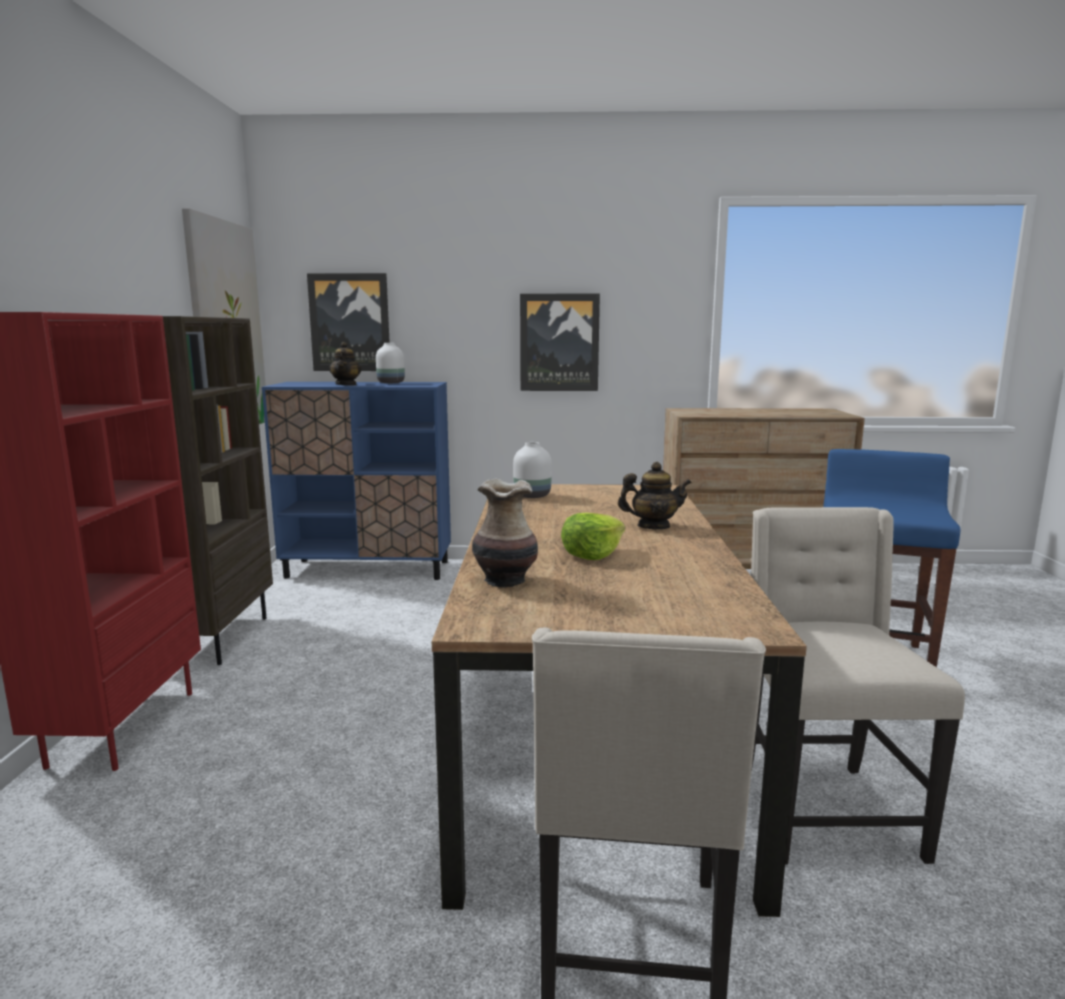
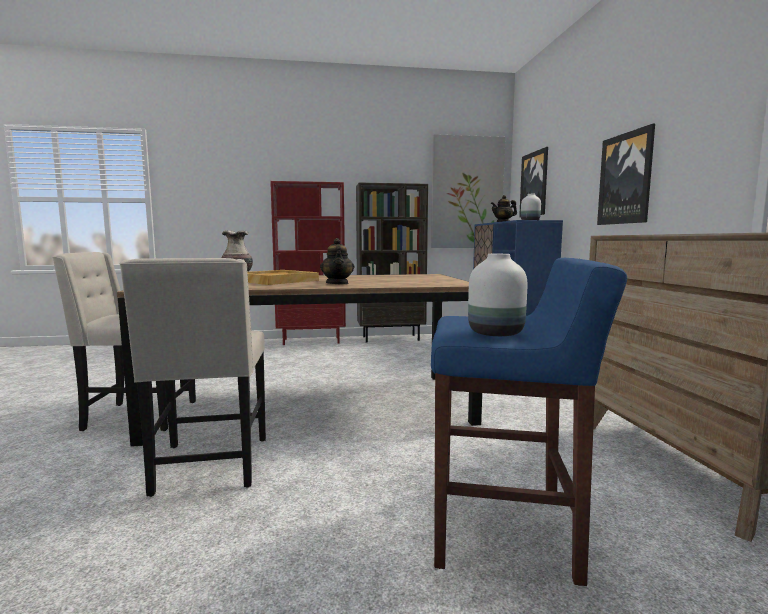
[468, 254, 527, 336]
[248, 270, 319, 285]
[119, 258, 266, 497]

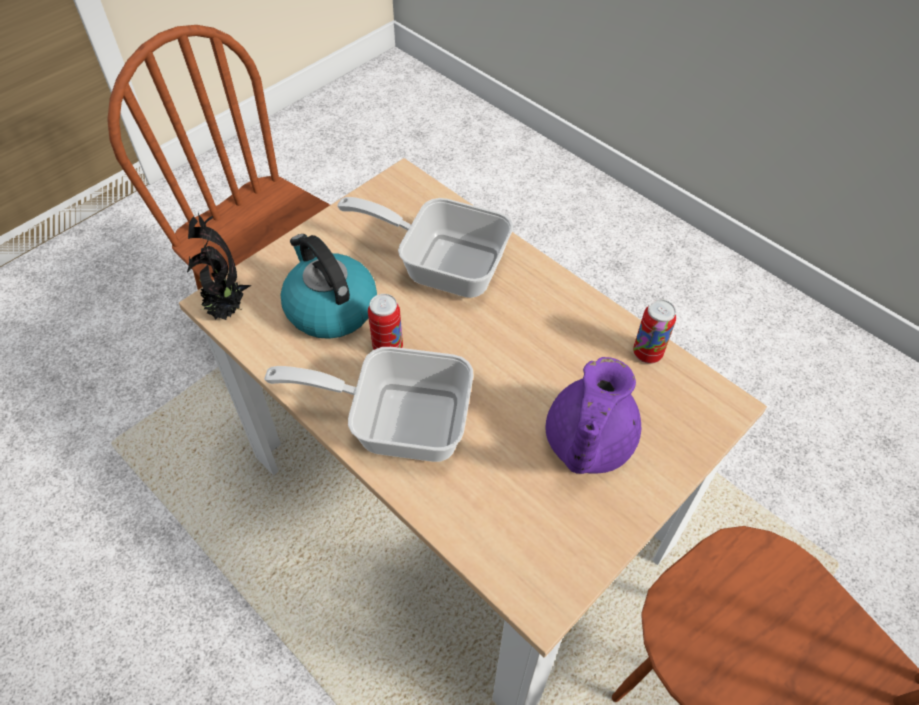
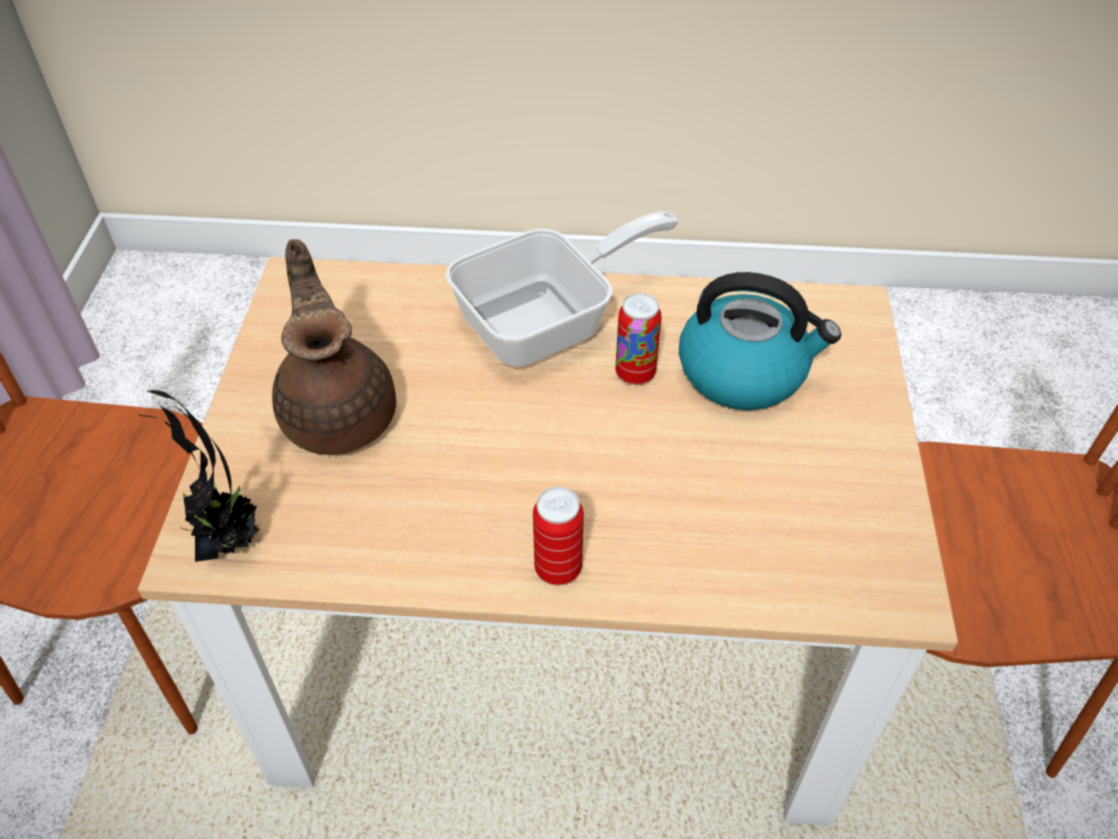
[139, 390, 259, 562]
[337, 197, 513, 298] (first image)
[272, 239, 396, 455]
[533, 487, 584, 585]

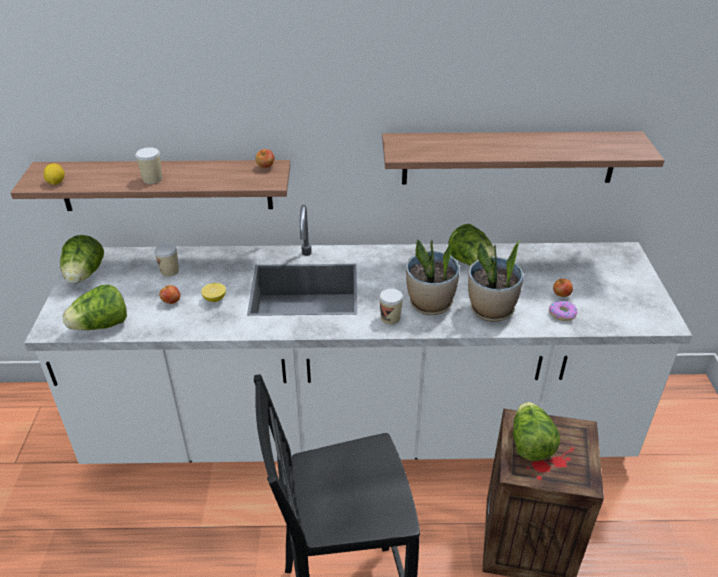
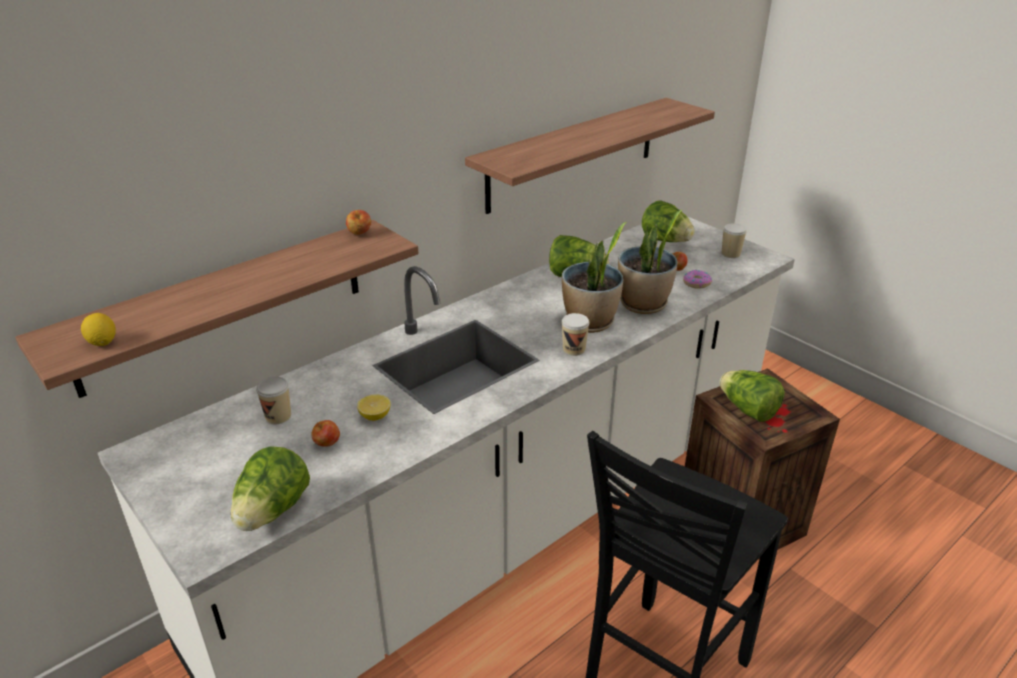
[642, 201, 695, 242]
[722, 223, 747, 258]

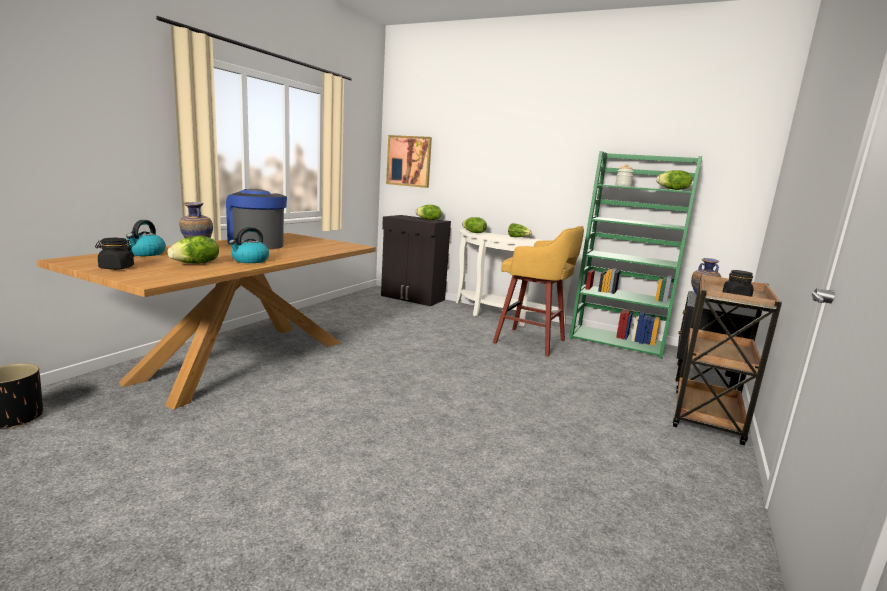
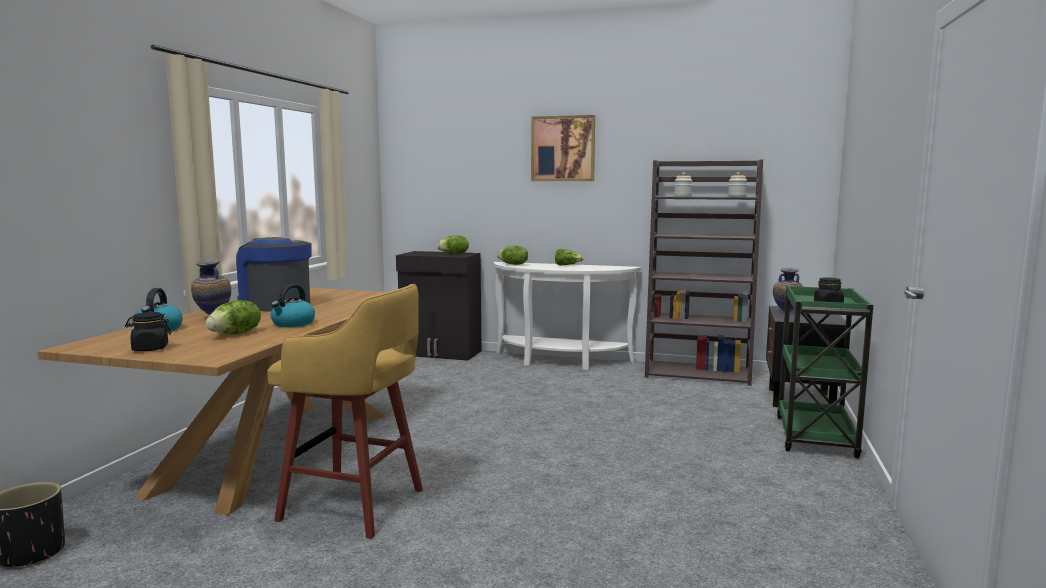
[531, 115, 595, 181]
[267, 284, 423, 539]
[645, 159, 763, 386]
[728, 172, 747, 197]
[777, 286, 874, 458]

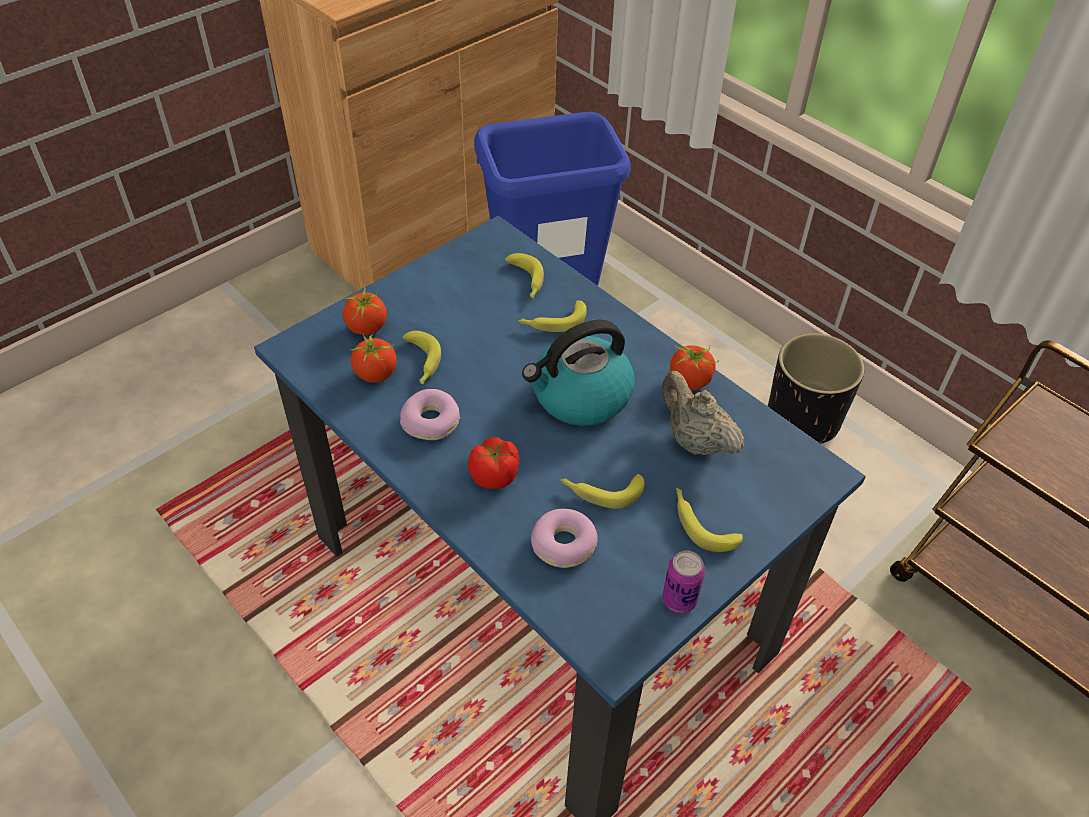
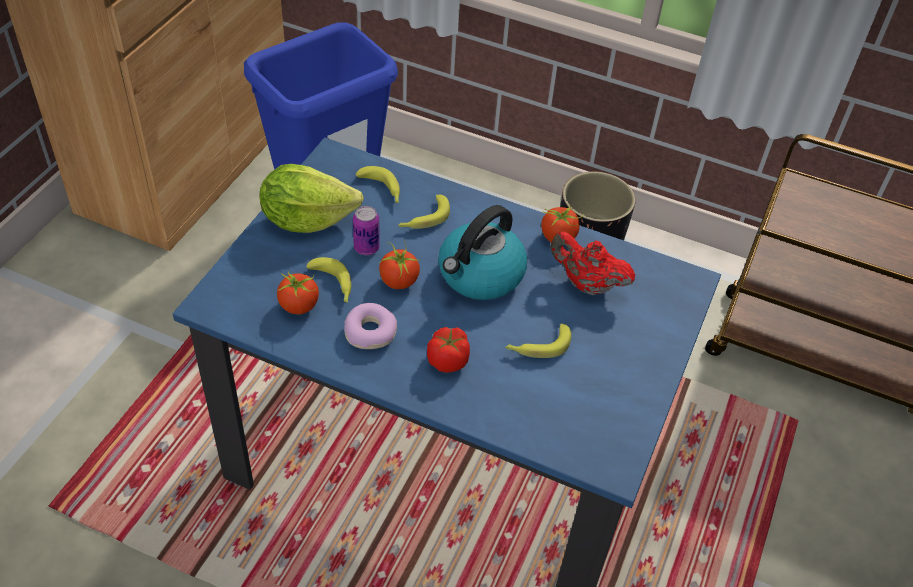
[379, 243, 420, 289]
[531, 509, 598, 568] (first image)
[551, 232, 636, 296]
[353, 206, 380, 255]
[676, 488, 743, 552] (first image)
[259, 164, 364, 233]

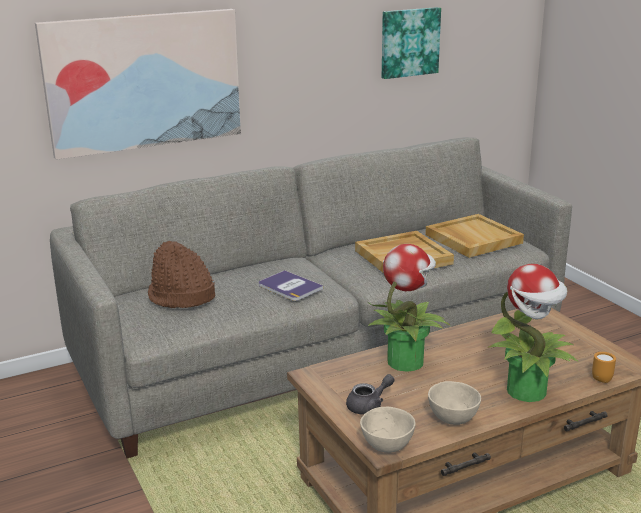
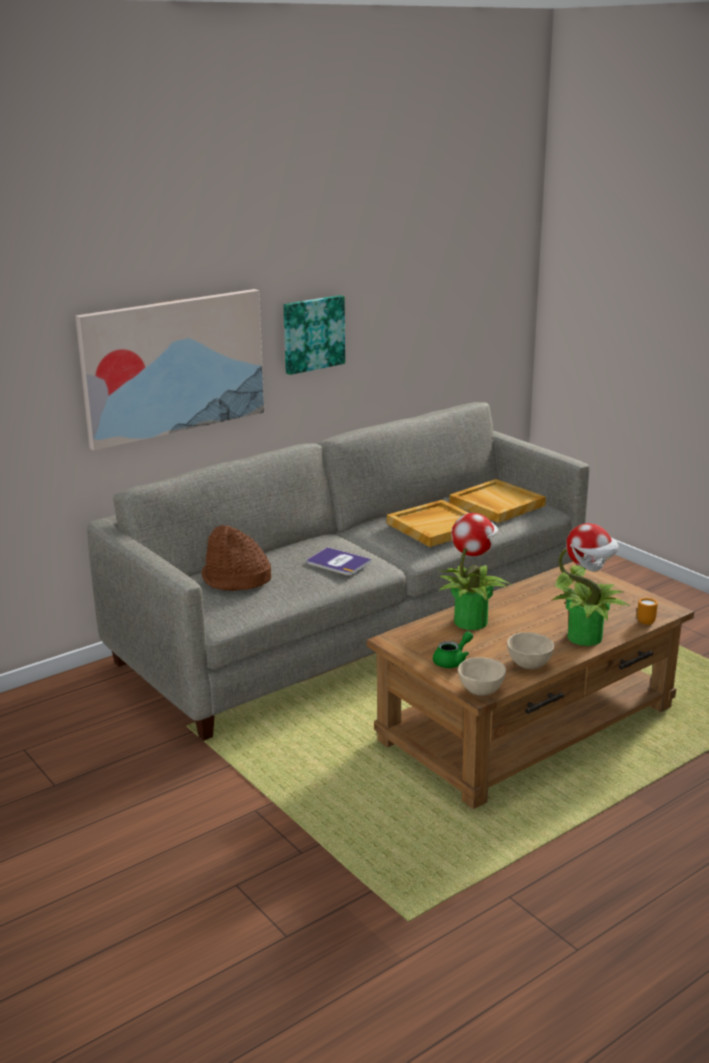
[433, 631, 473, 668]
[283, 295, 345, 375]

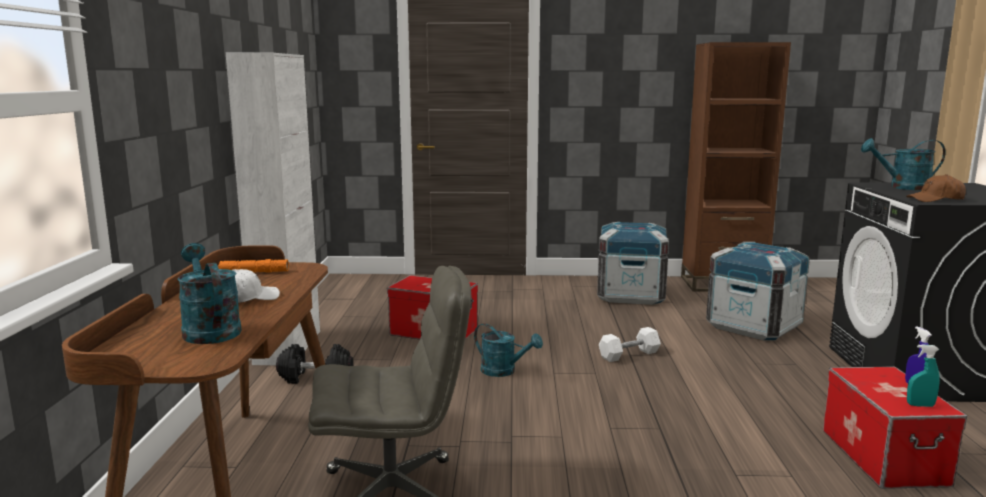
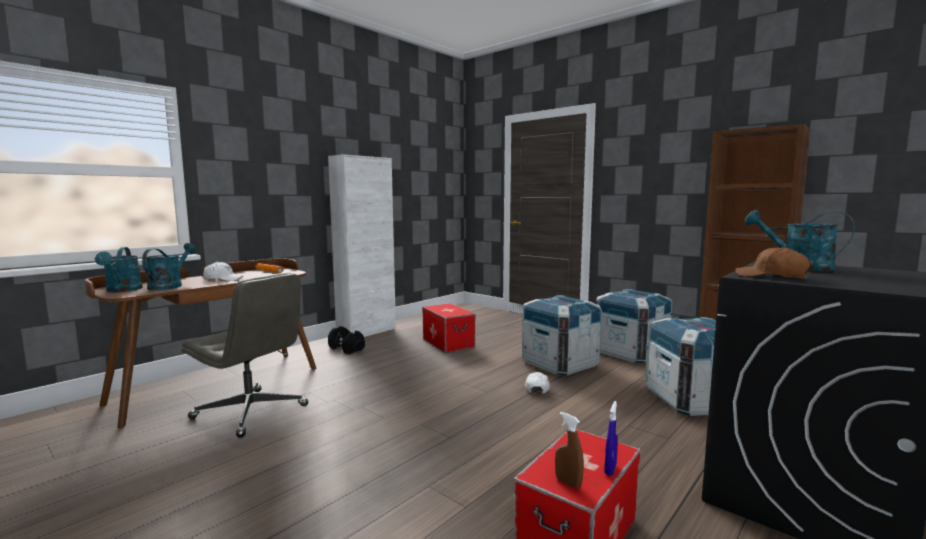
[95, 247, 143, 292]
[525, 372, 550, 394]
[555, 412, 584, 489]
[522, 295, 602, 376]

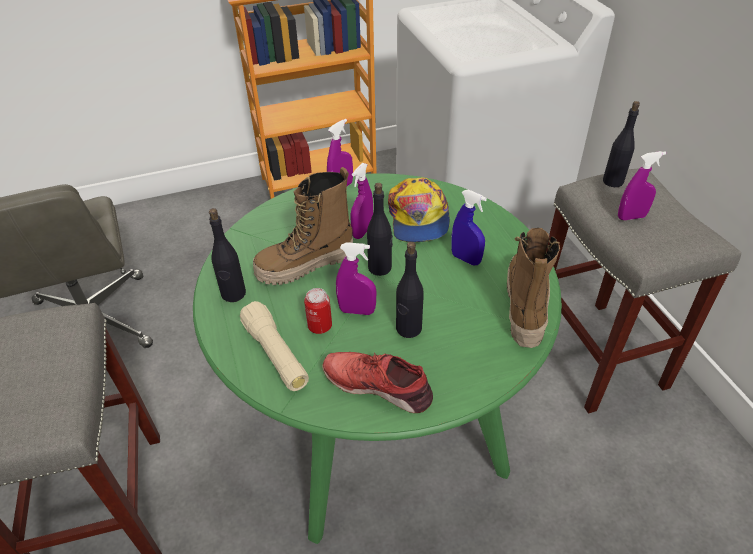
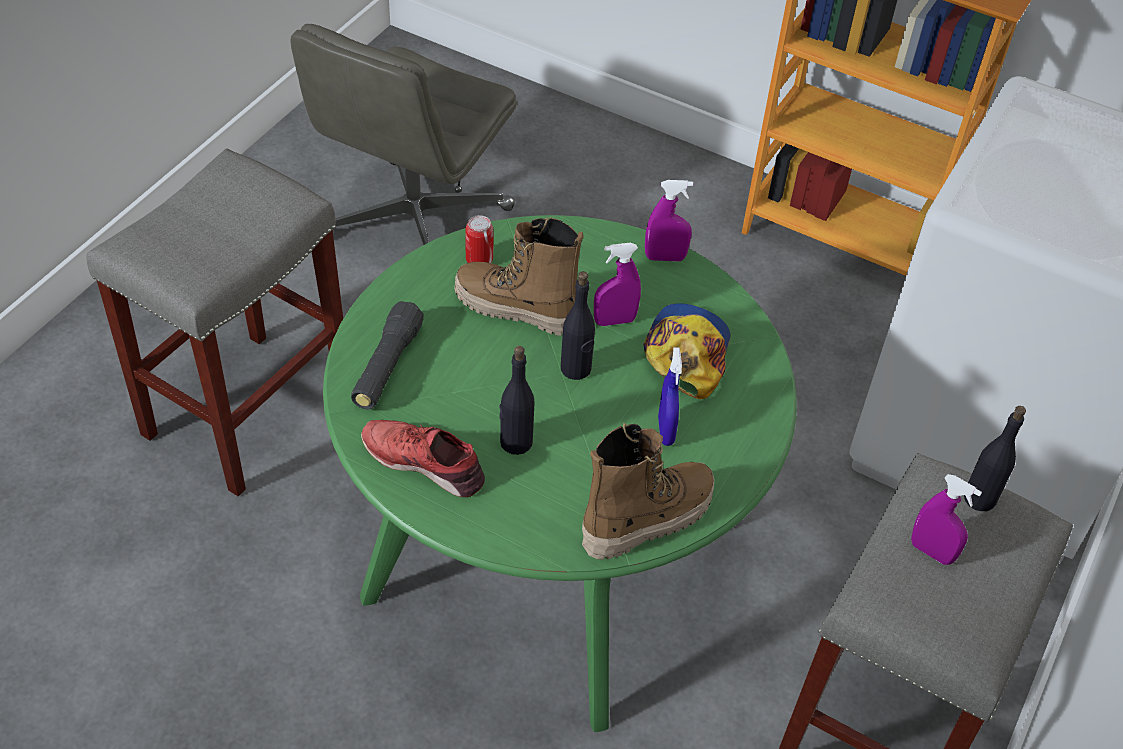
[209, 208, 246, 302] (first image)
[351, 301, 424, 409]
[465, 215, 493, 263]
[361, 420, 485, 497]
[336, 242, 376, 315] (first image)
[643, 303, 730, 399]

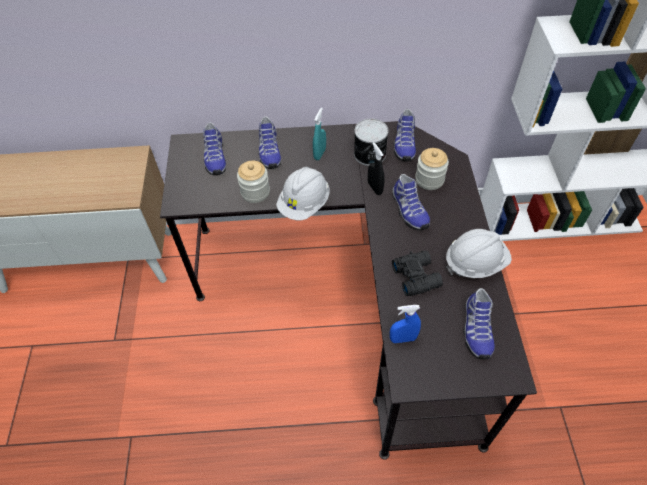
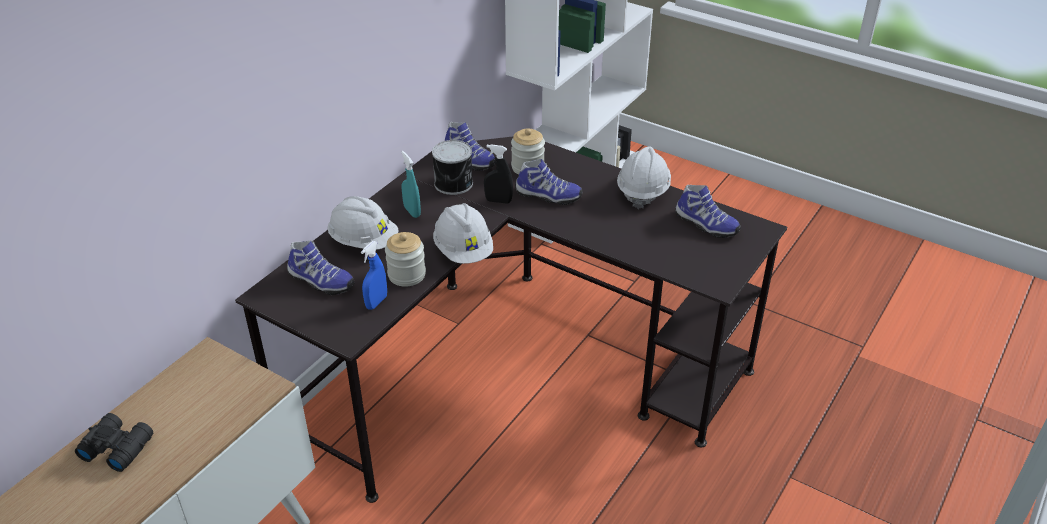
[327, 196, 399, 250]
[361, 241, 387, 310]
[75, 413, 153, 472]

